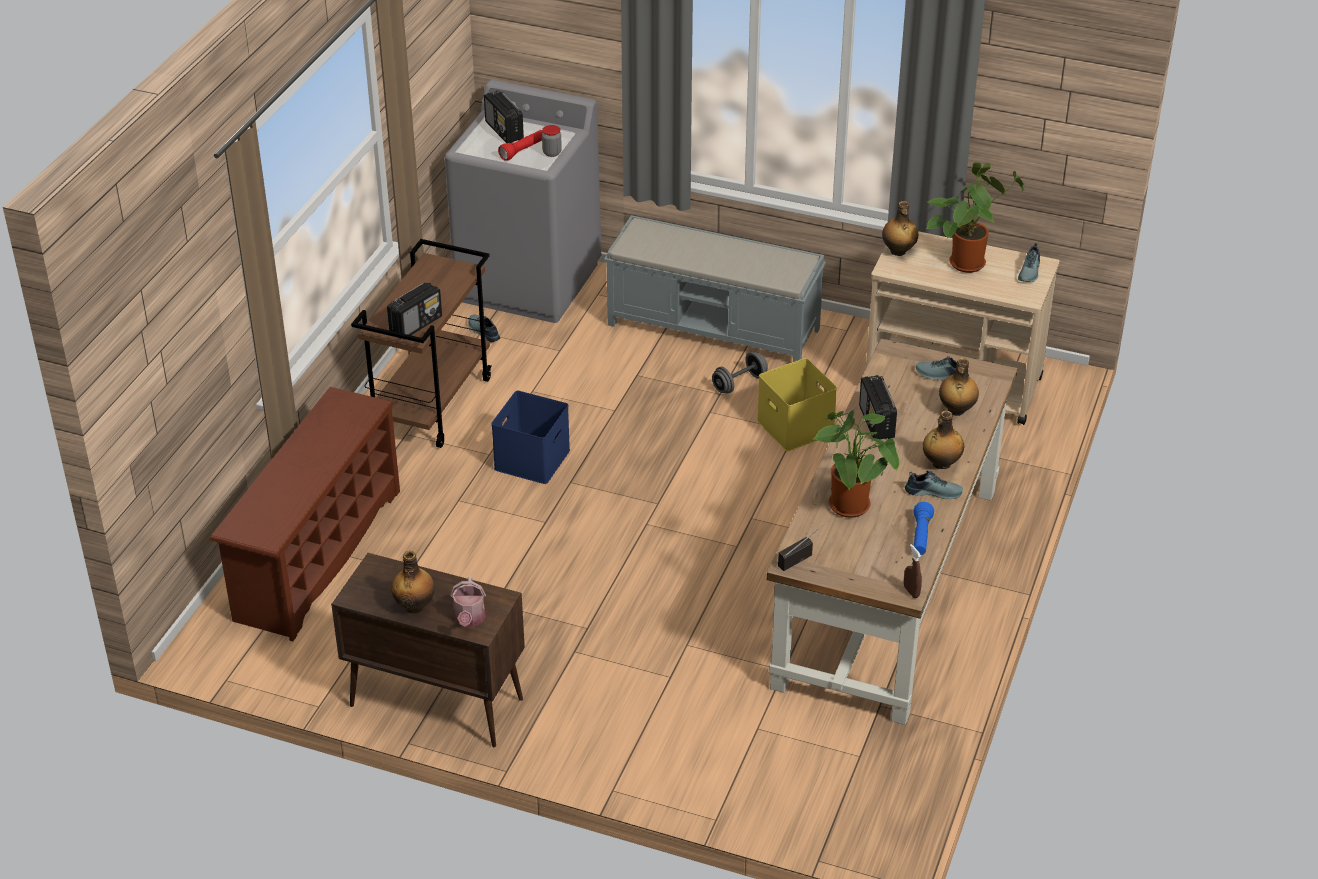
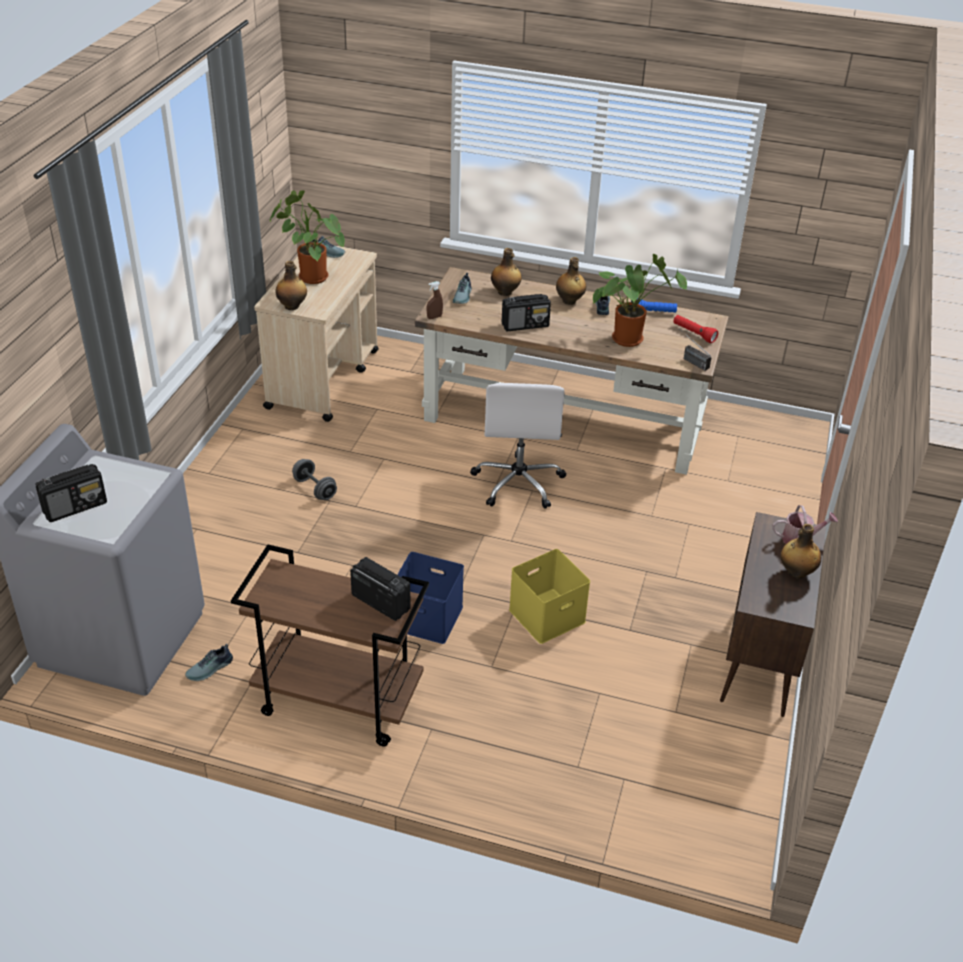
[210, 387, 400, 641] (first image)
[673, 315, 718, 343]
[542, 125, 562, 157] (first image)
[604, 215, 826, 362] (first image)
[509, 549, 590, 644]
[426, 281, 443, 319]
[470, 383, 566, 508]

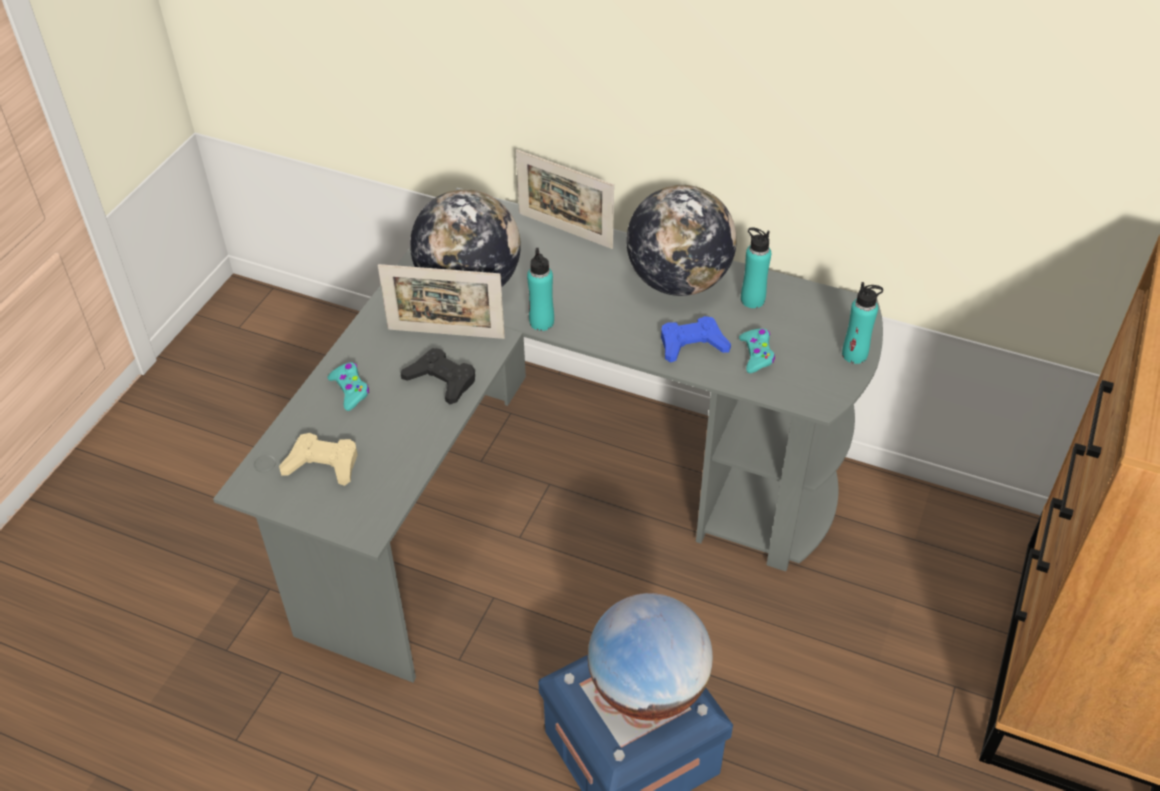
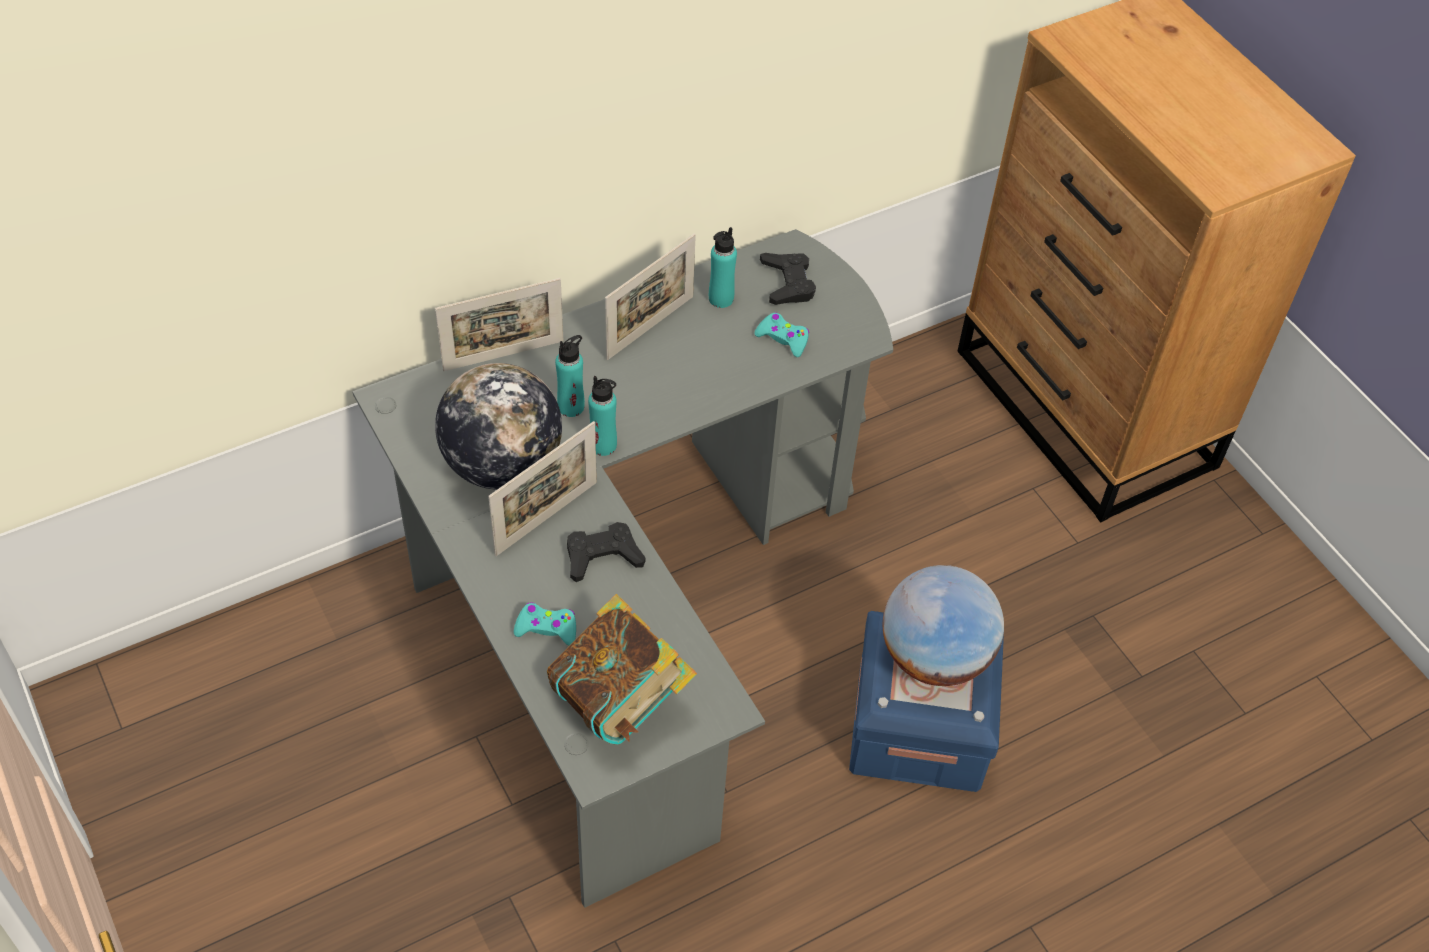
[547, 594, 697, 745]
[605, 234, 696, 360]
[661, 316, 731, 363] (first image)
[555, 335, 585, 417]
[760, 253, 816, 305]

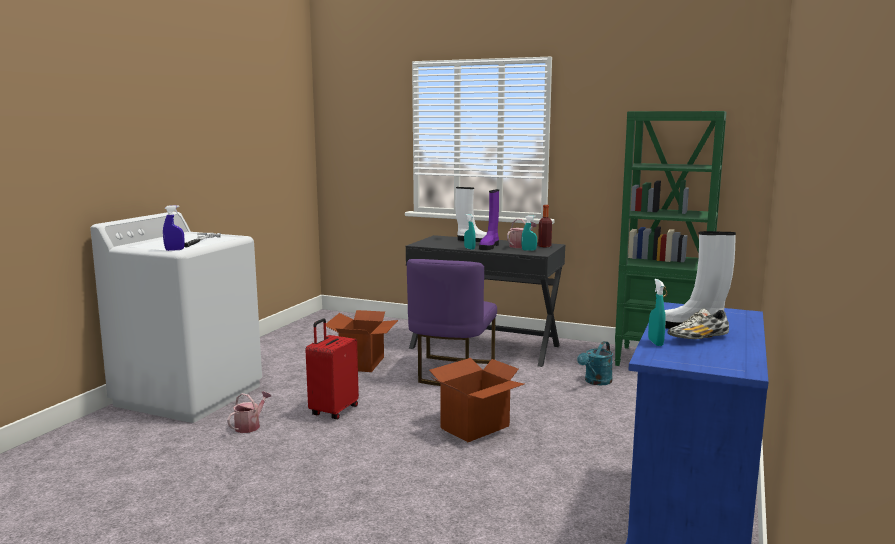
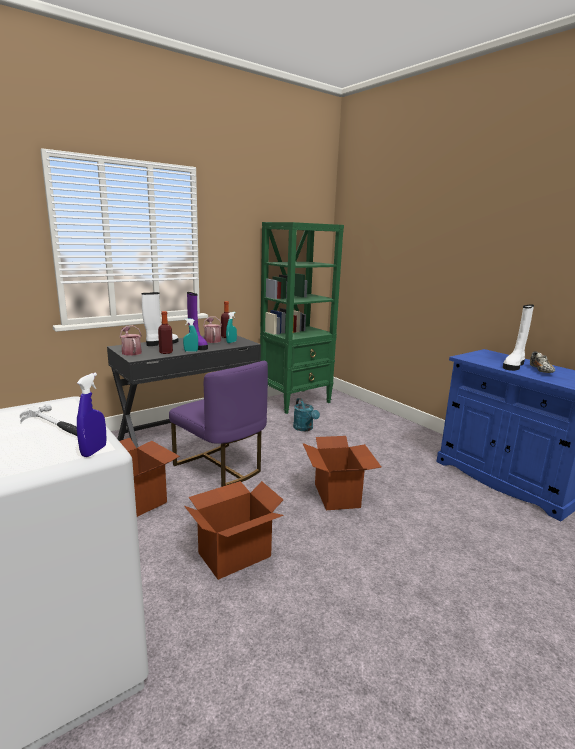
[120, 325, 142, 356]
[184, 481, 284, 580]
[648, 279, 666, 346] (first image)
[158, 311, 173, 354]

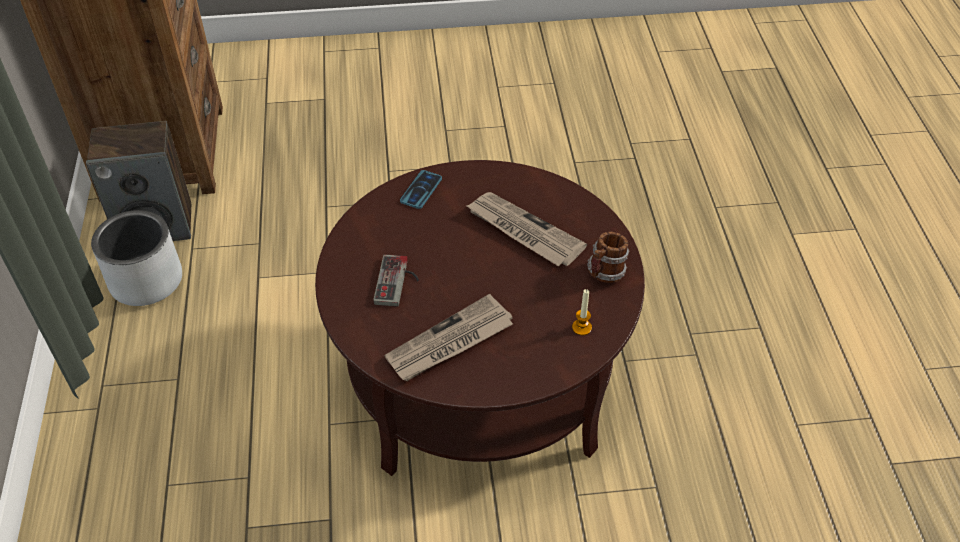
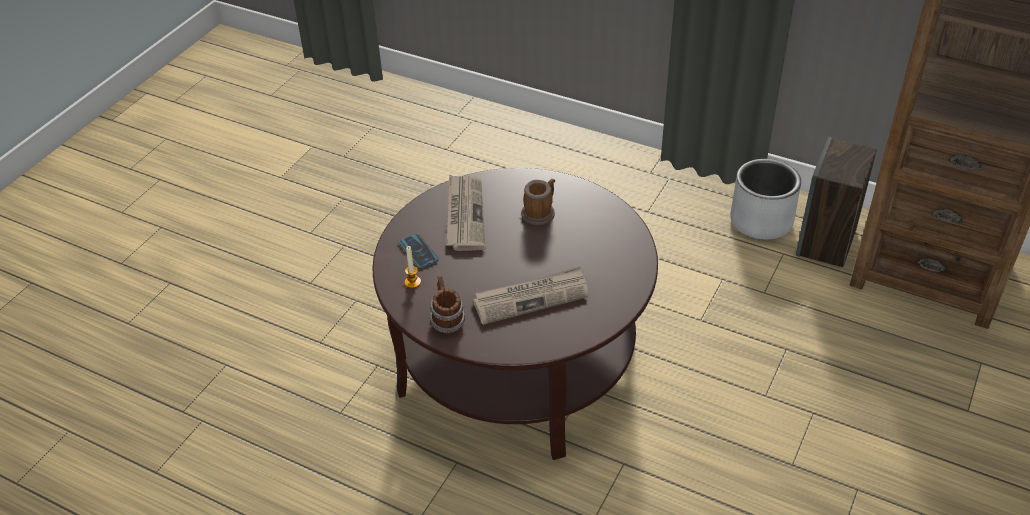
[521, 179, 555, 225]
[399, 234, 438, 268]

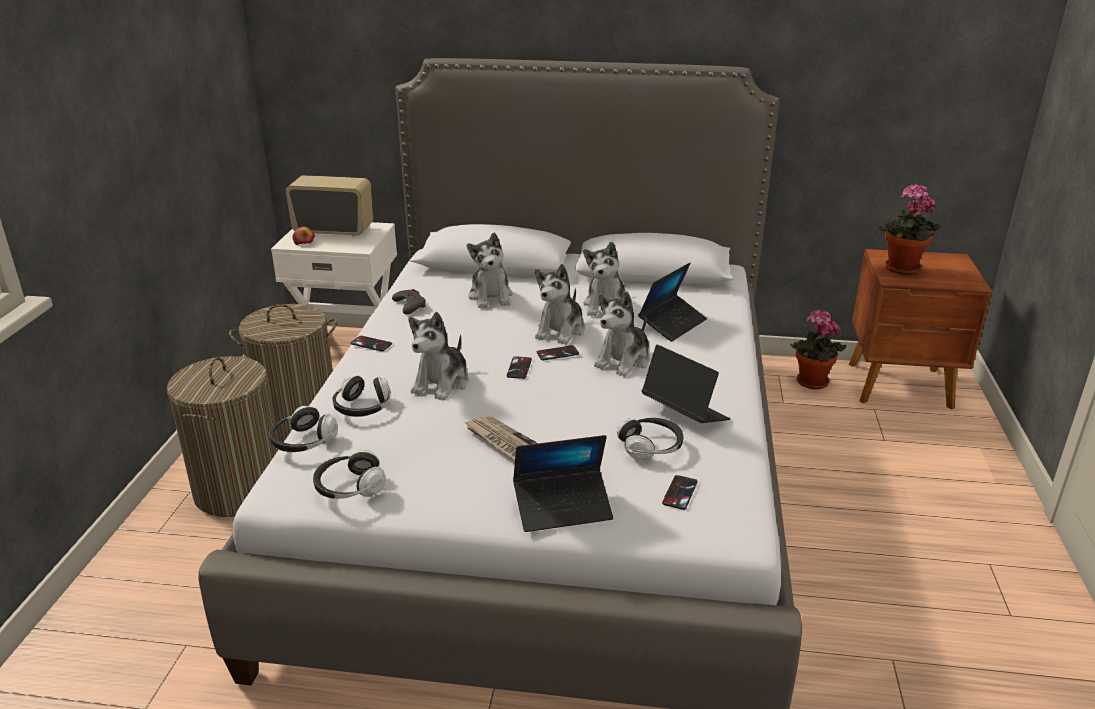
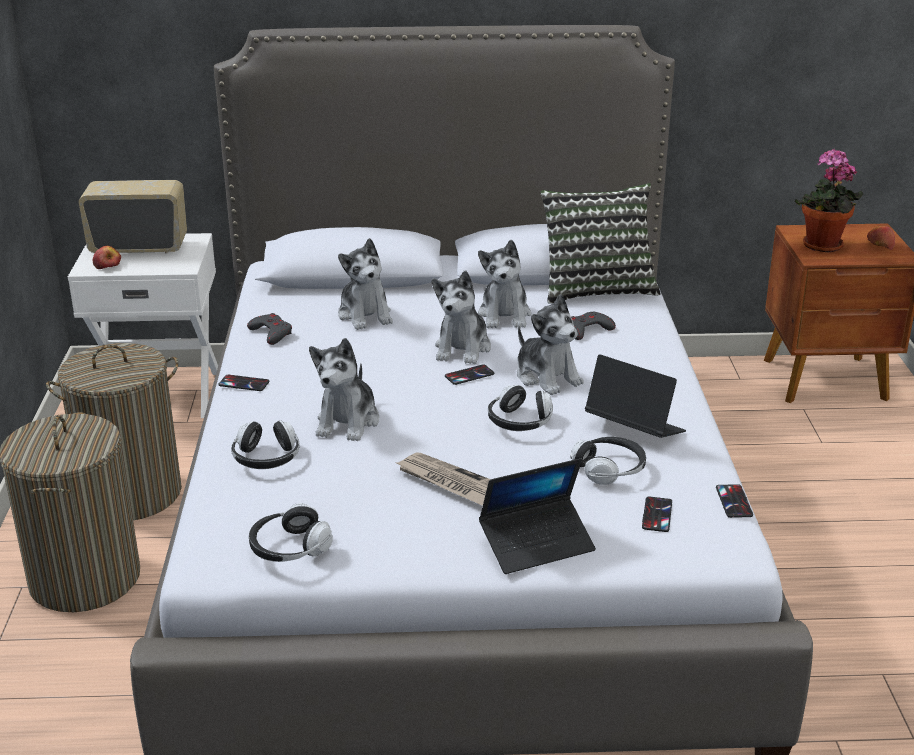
[488, 385, 553, 431]
[716, 484, 753, 518]
[517, 294, 584, 395]
[571, 312, 616, 340]
[790, 309, 846, 390] (first image)
[540, 183, 661, 304]
[867, 226, 895, 250]

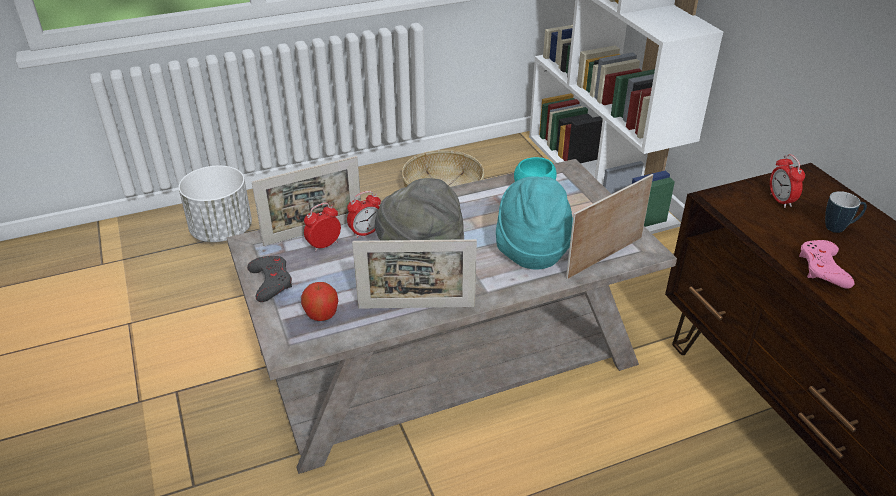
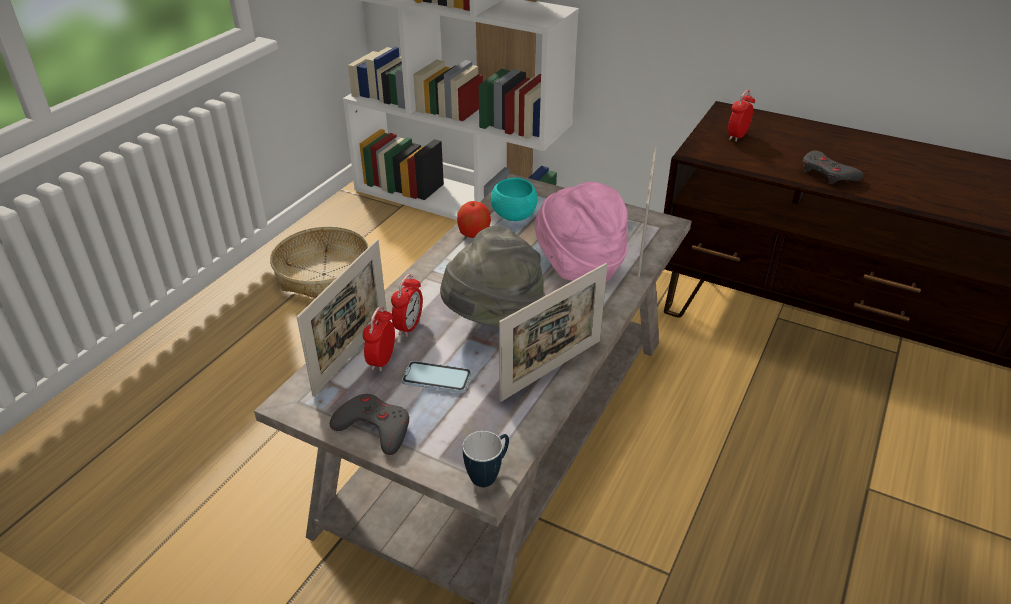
[179, 166, 252, 242] (first image)
[457, 201, 491, 238]
[535, 182, 628, 281]
[728, 90, 755, 142]
[803, 151, 864, 184]
[463, 431, 509, 487]
[402, 361, 471, 393]

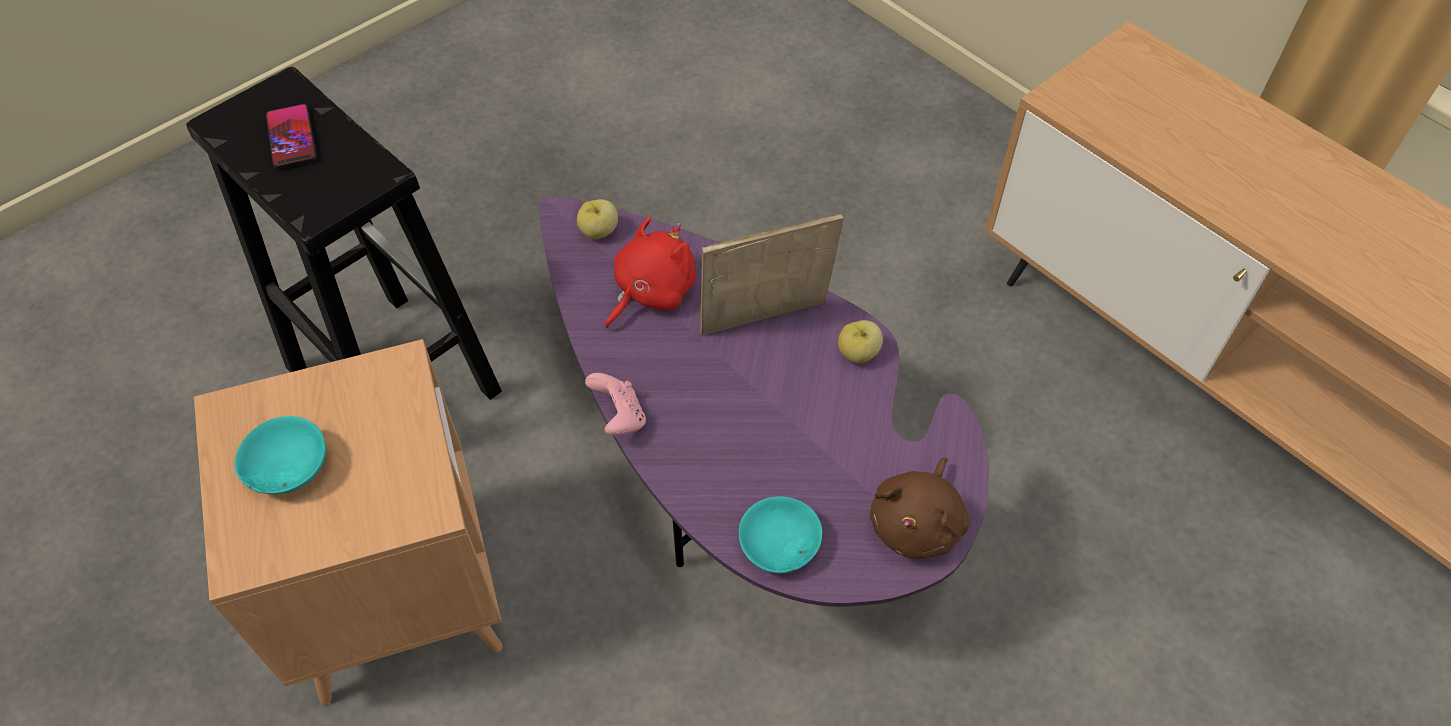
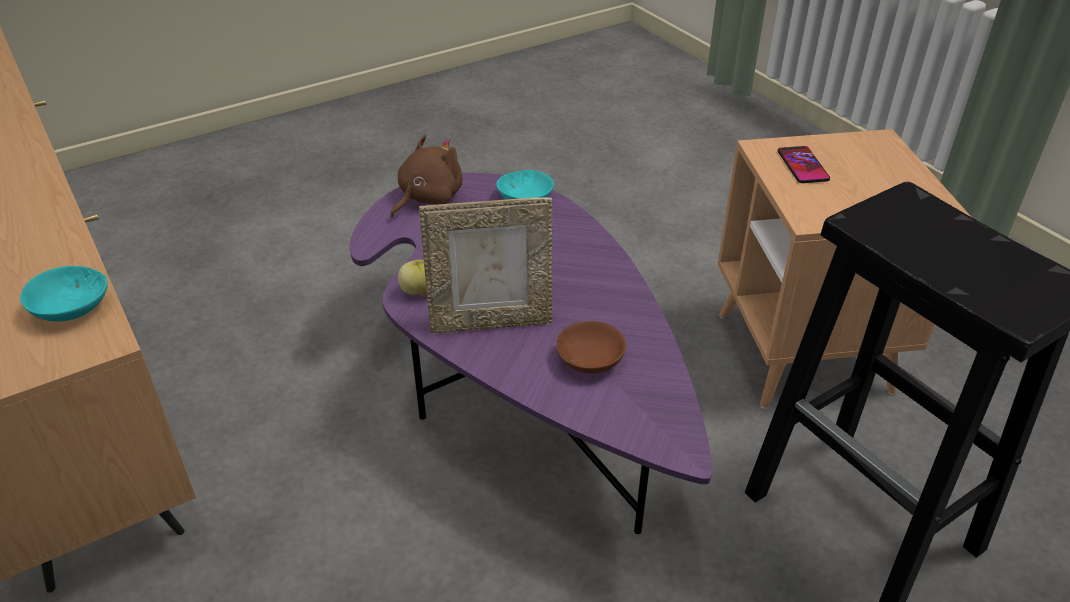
[20, 266, 108, 322]
[778, 146, 830, 183]
[577, 199, 618, 239] (first image)
[585, 373, 646, 435] (first image)
[556, 321, 626, 373]

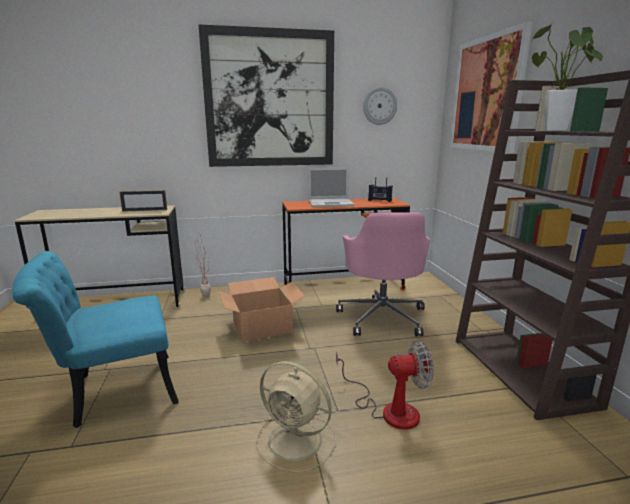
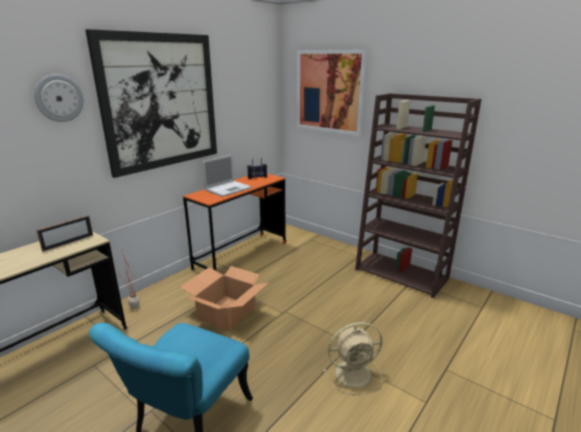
[336, 213, 430, 336] (first image)
[336, 340, 434, 430] (first image)
[34, 74, 84, 122]
[532, 22, 603, 131] (first image)

